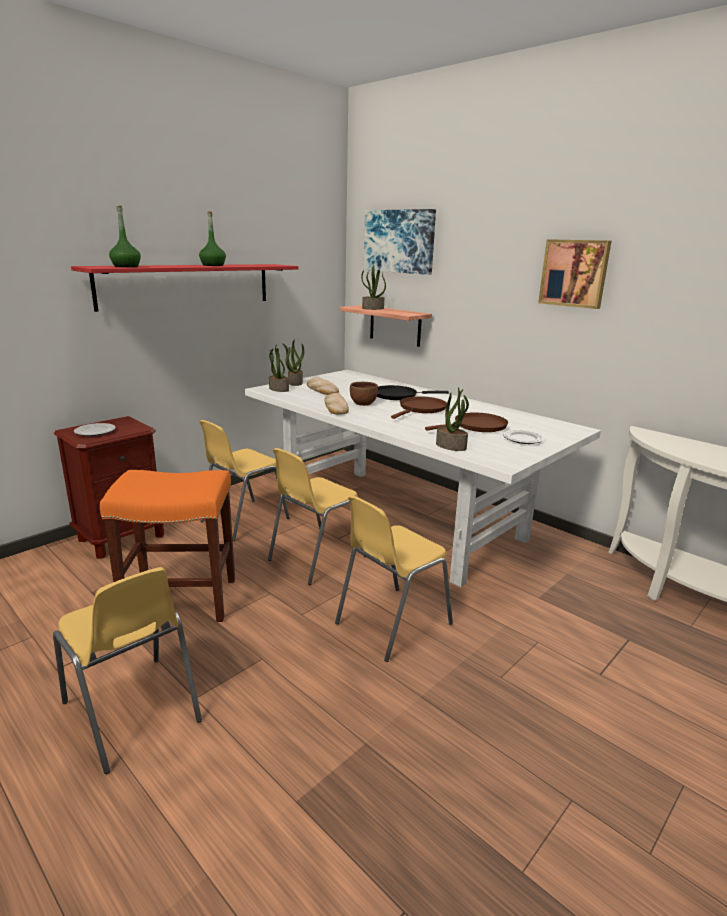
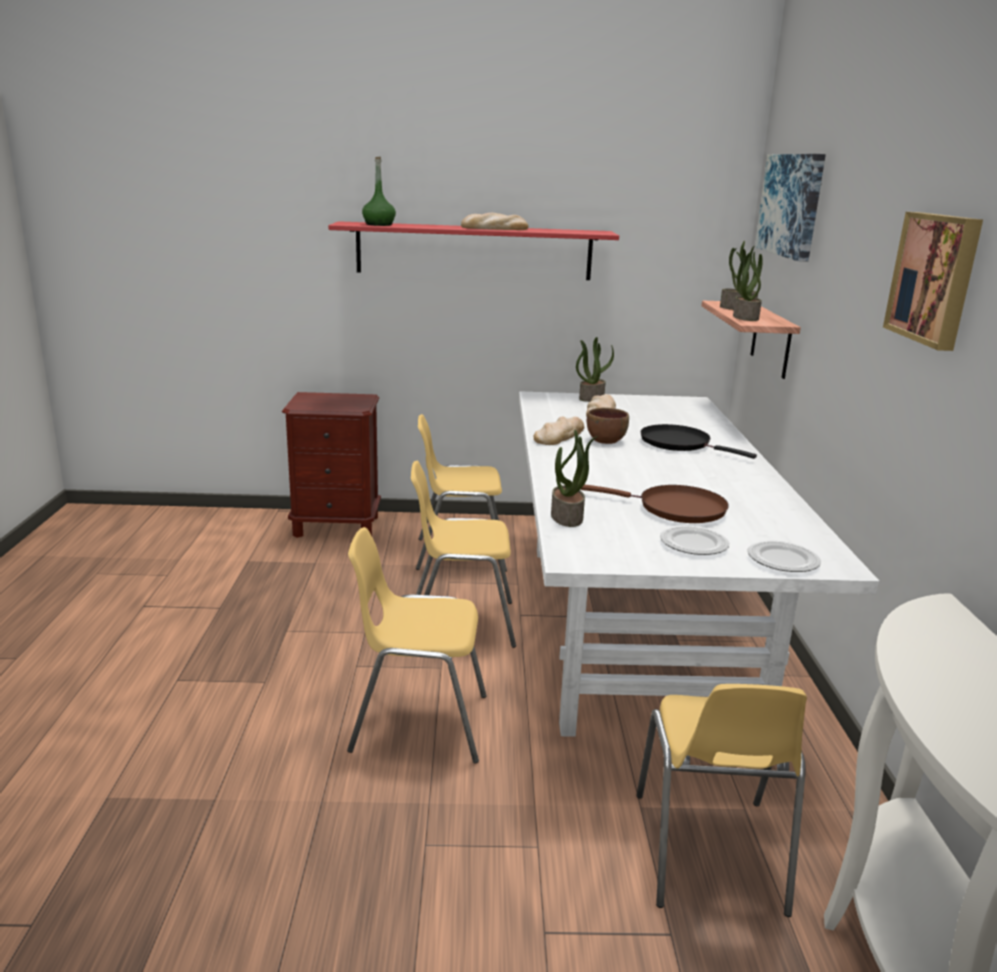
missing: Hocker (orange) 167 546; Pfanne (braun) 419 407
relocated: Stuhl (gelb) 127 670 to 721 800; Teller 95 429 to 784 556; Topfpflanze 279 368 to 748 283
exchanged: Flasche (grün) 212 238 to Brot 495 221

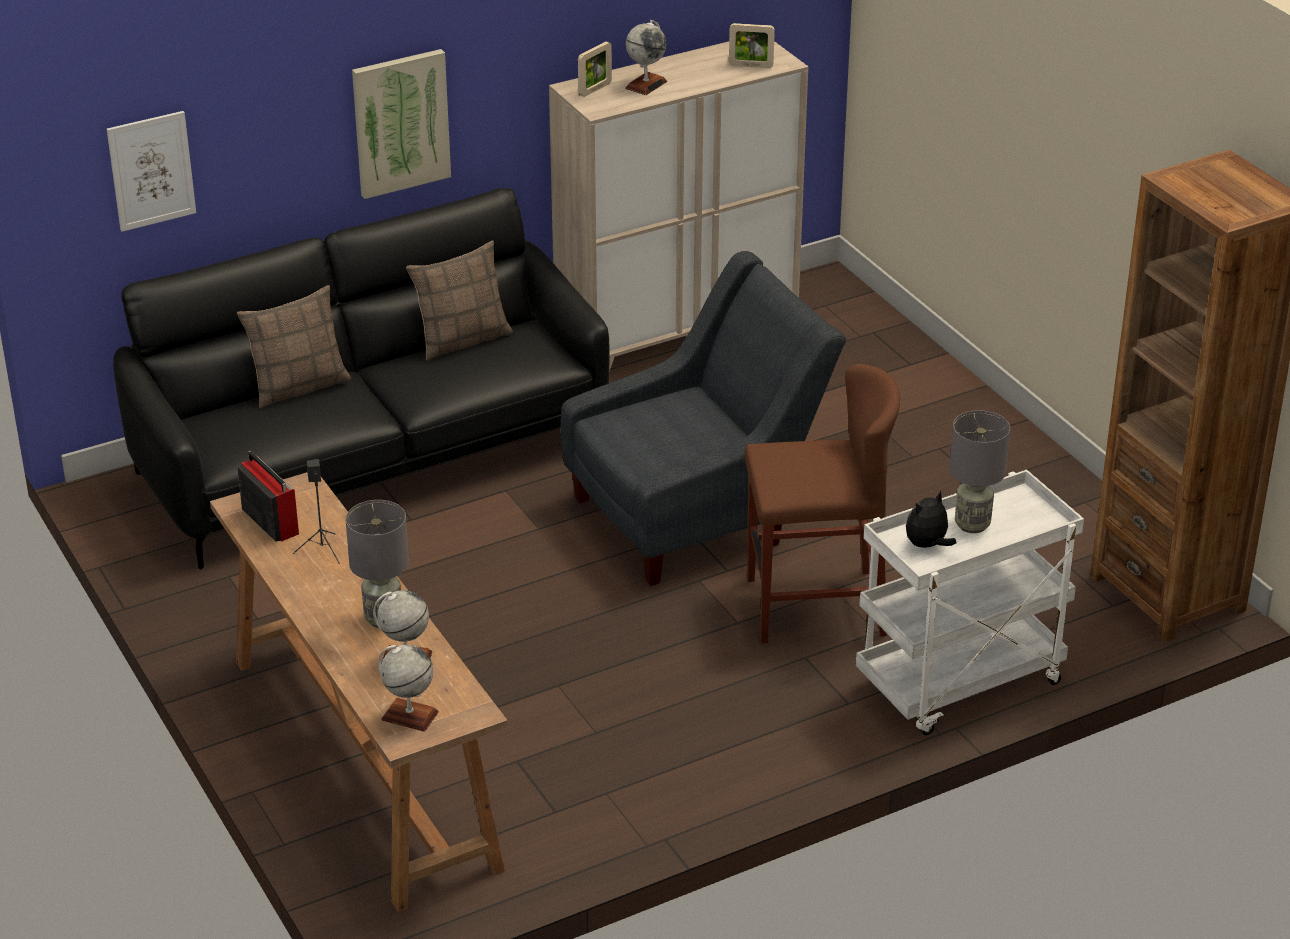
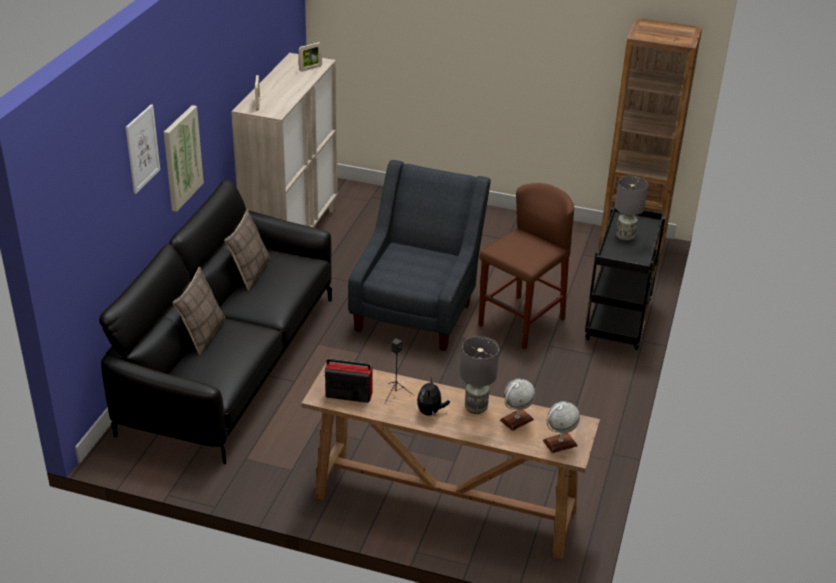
missing: Globus 646 57
relocated: Bild 151 171 to 143 149; Plüschtier 931 519 to 433 397
colour: Rollwagen (weiß) 970 602 to Rollwagen (schwarz) 625 277

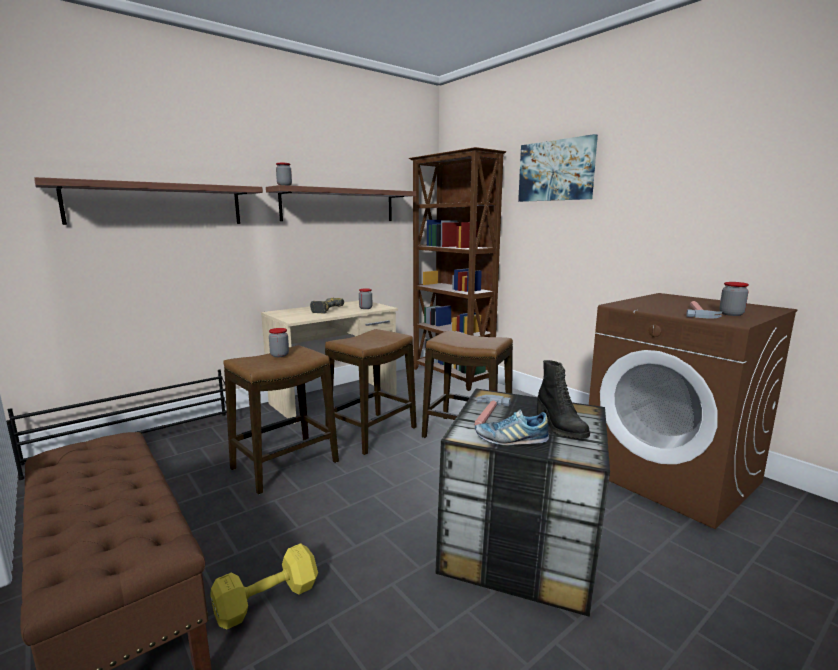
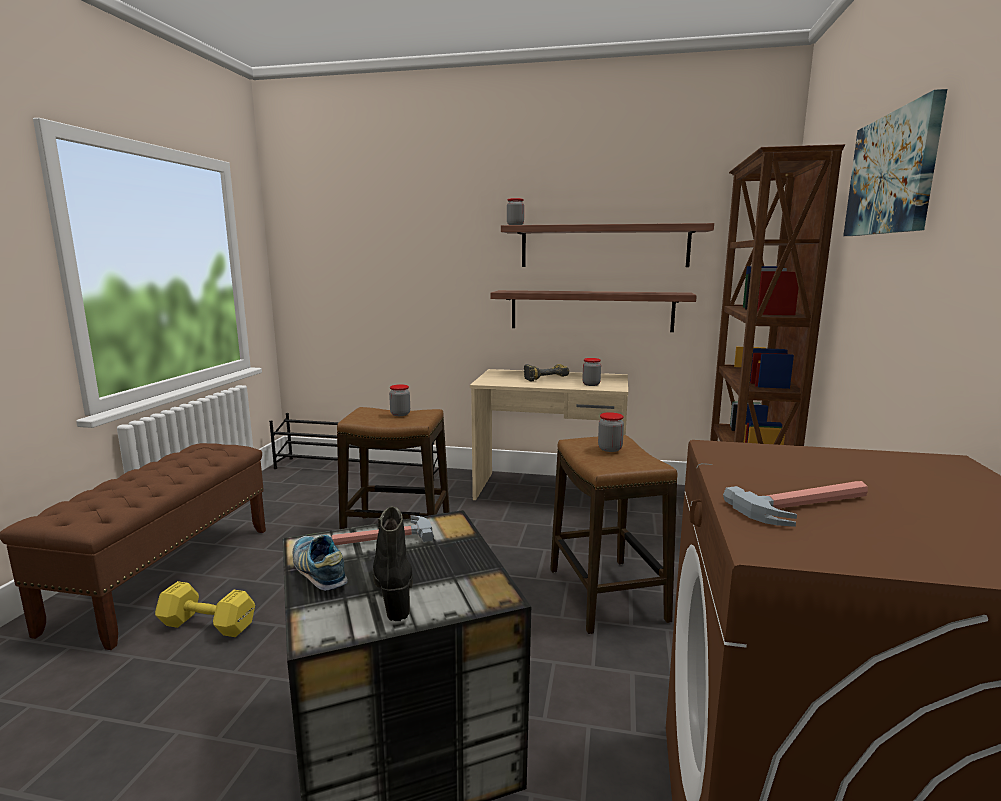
missing: Hocker 371 392
relocated: Wandregal 148 201 to 593 311; Vorratsglas 734 299 to 611 432
spun: Stiefel (schwarz) 563 399 = 393 563 135 degrees clockwise

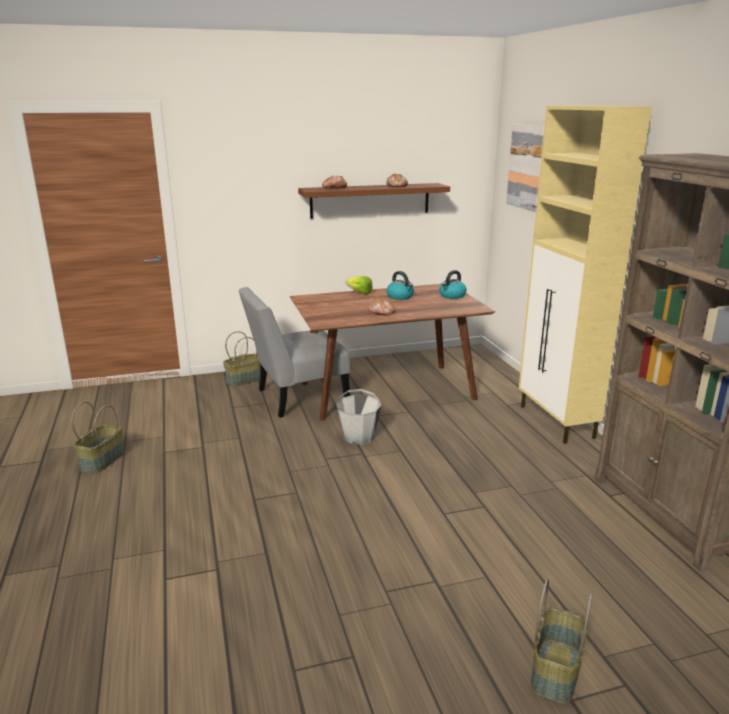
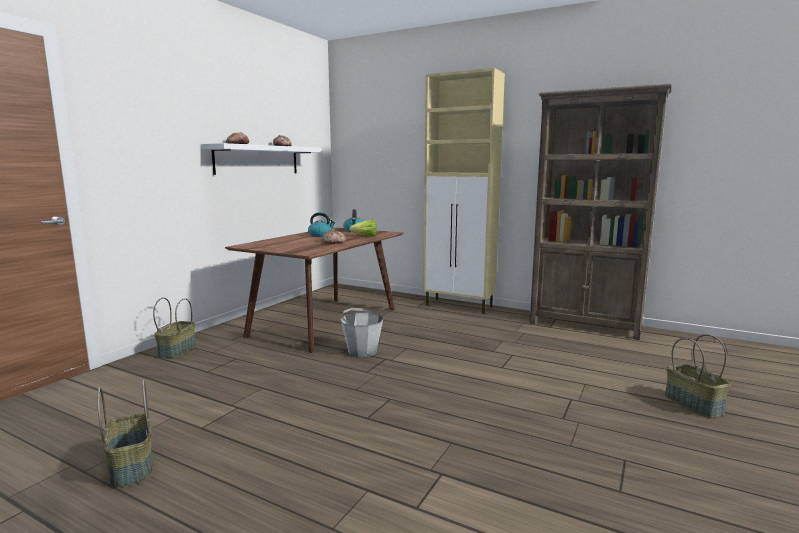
missing: Stuhl (grau) 294 352; Bild 525 168
relocated: Salatkopf 359 285 to 363 228
colour: Wandregal (braun) 374 200 to Wandregal (weiß) 261 159

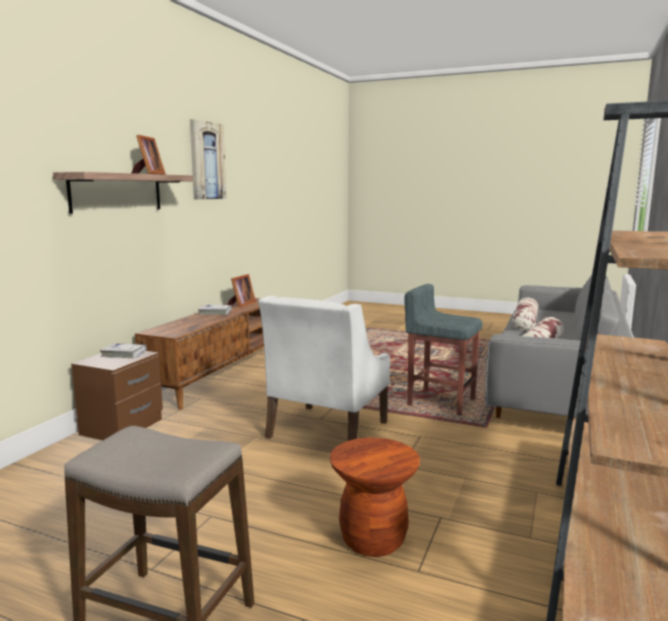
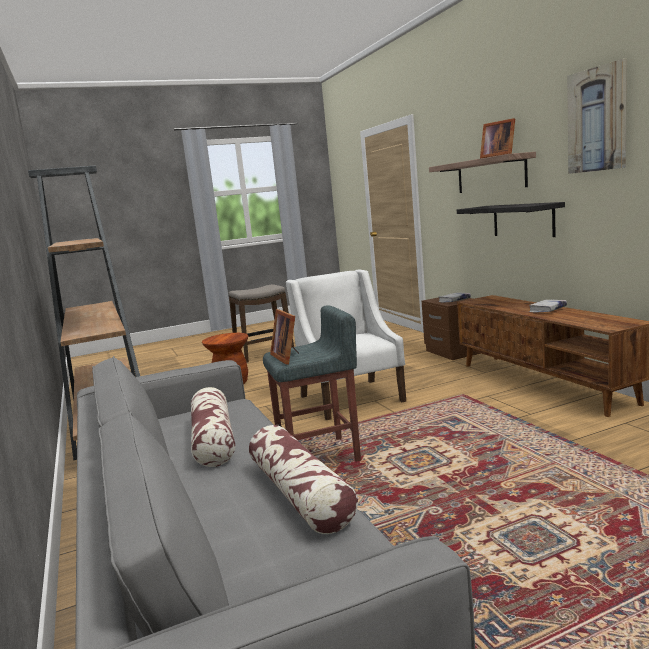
appeared: Wandregal (schwarz) 511 219
relocated: Bilderrahmen 242 290 to 284 336

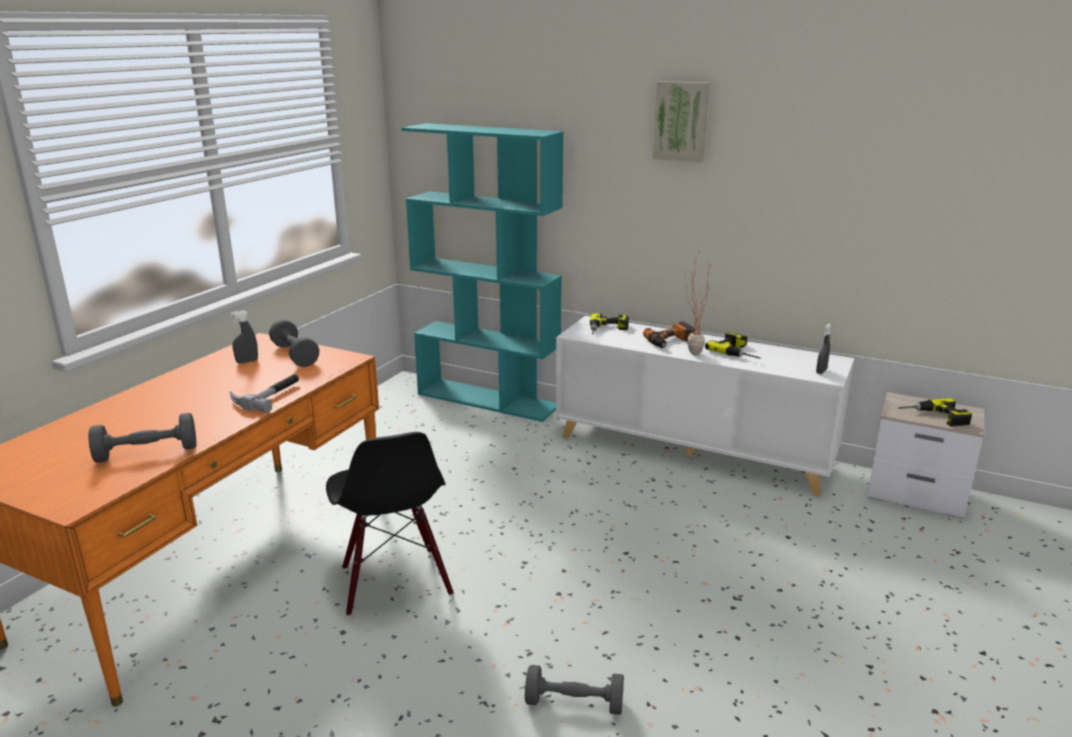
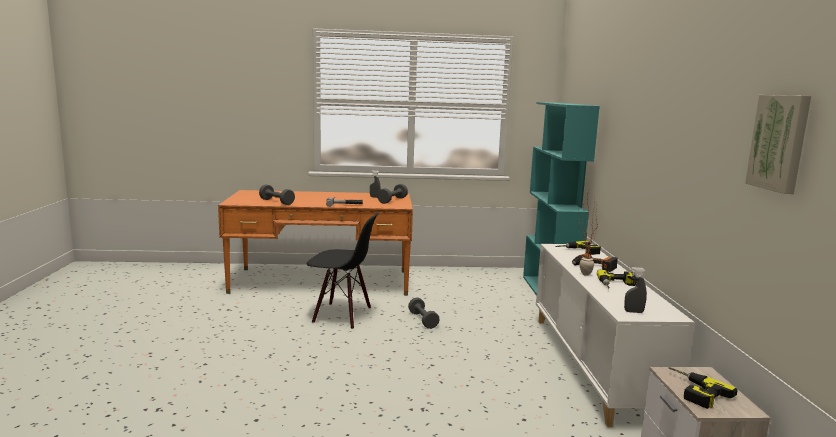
relocated: Hantel (grau) 574 690 to 424 313; Bild 681 122 to 778 144
spun: Stuhl (schwarz) 390 524 = 343 270 120 degrees counterclockwise

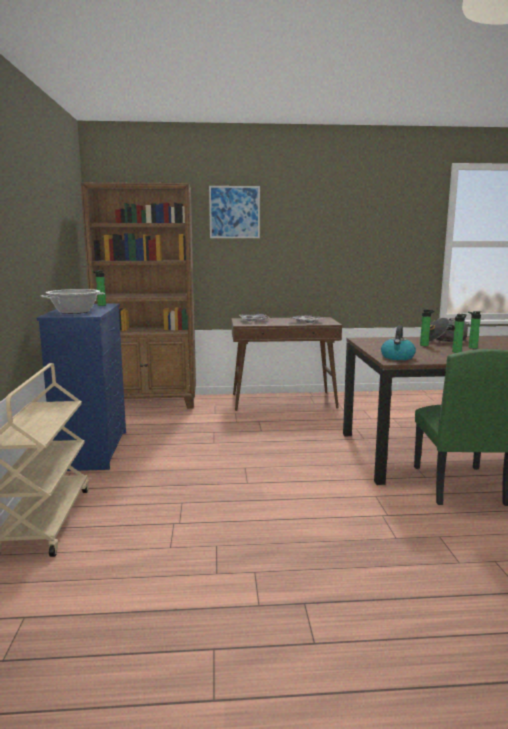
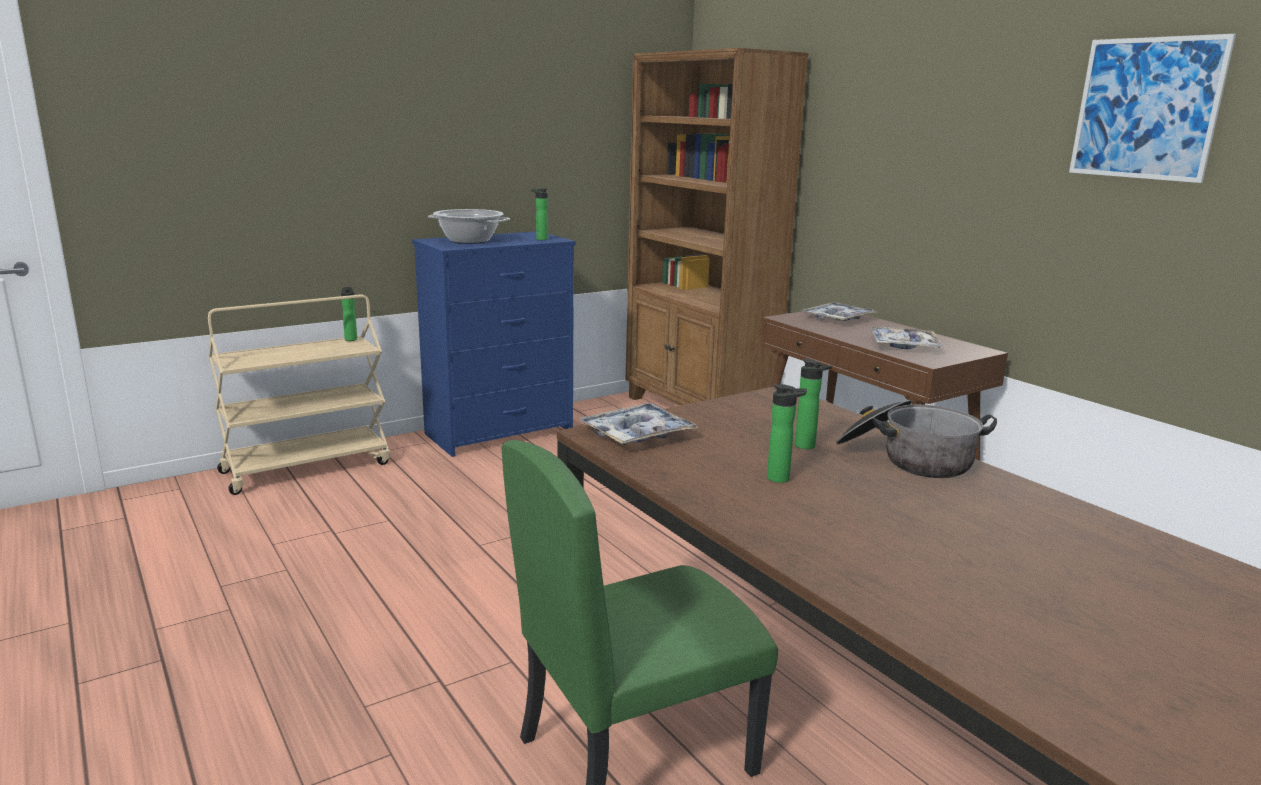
relocated: Bild 234 212 to 1152 108; Flasche 474 330 to 349 314
exchanged: Wasserkessel 398 343 to Tablett 639 424

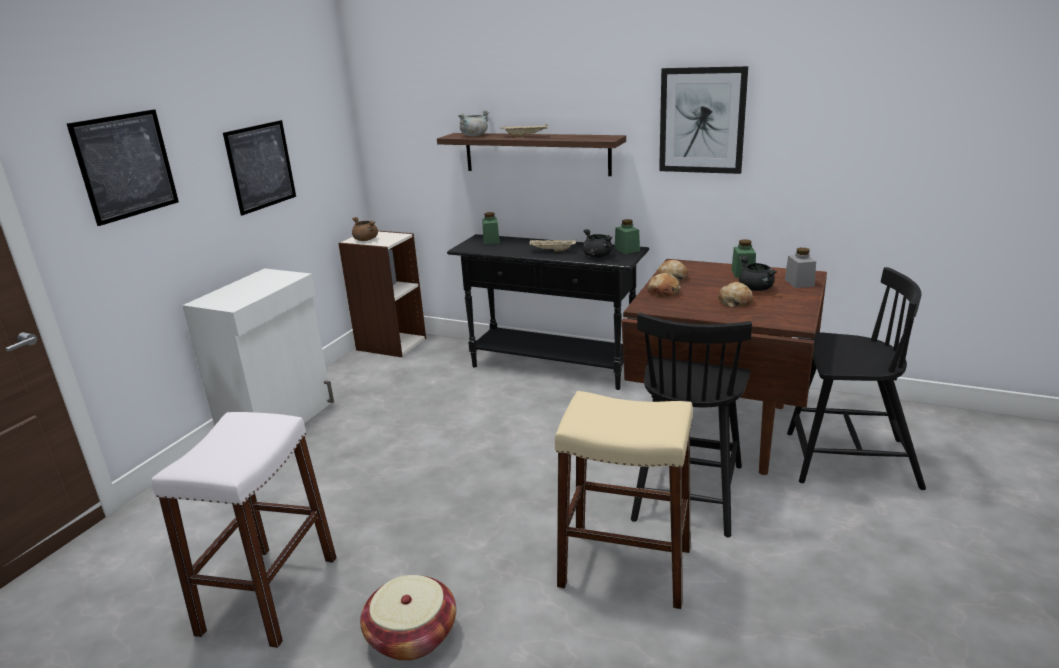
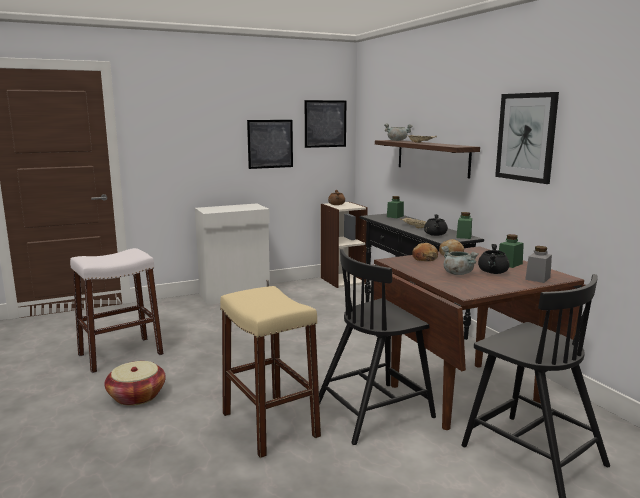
relocated: Bild 123 167 to 325 124
exchanged: Brot 735 294 to Kochtopf (grau) 460 260

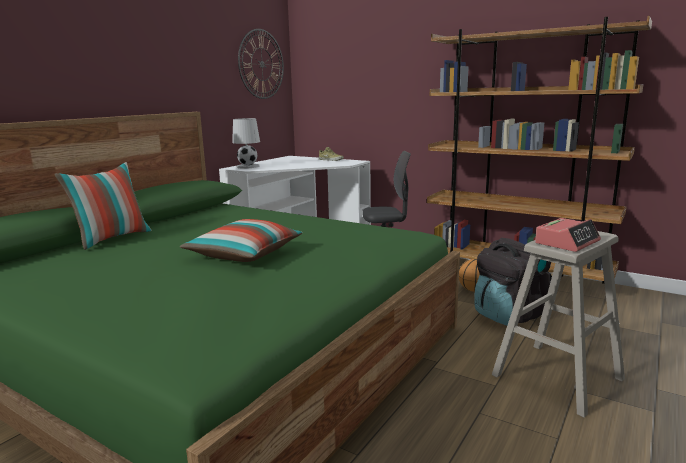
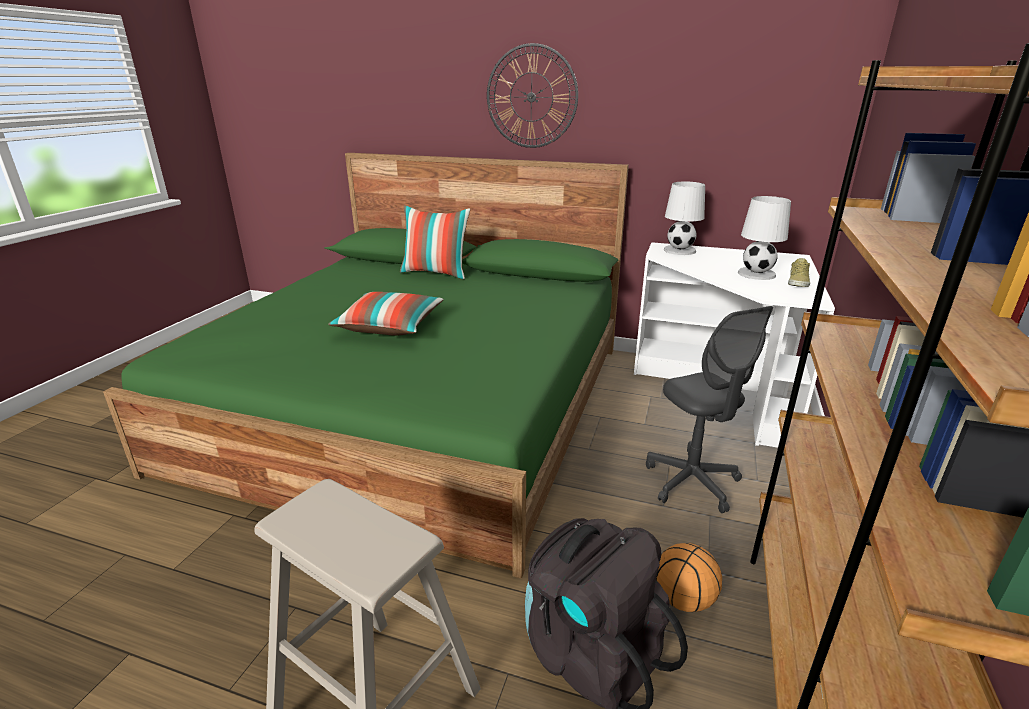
missing: Wecker 568 235
appeared: Tischlampe (weiß) 764 238
relocated: Wanduhr 261 64 to 532 95

